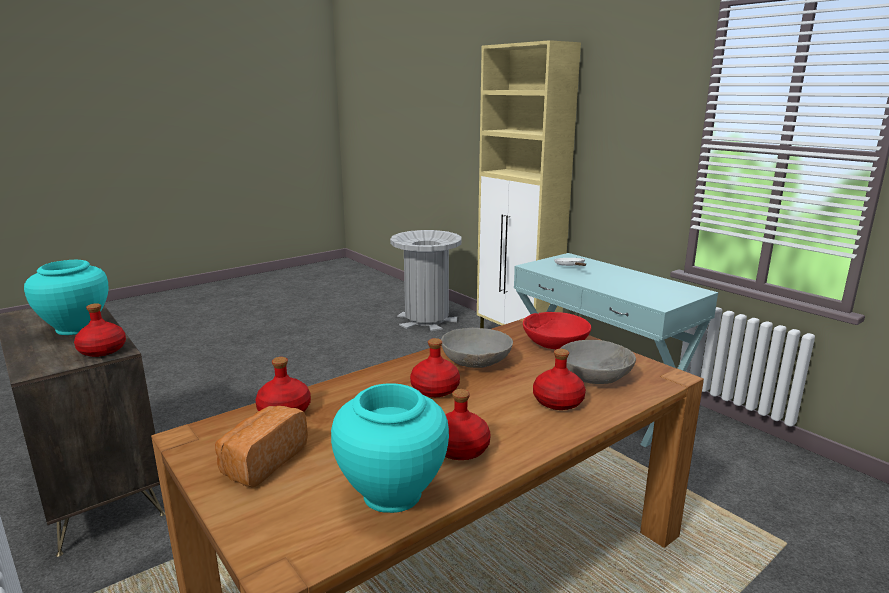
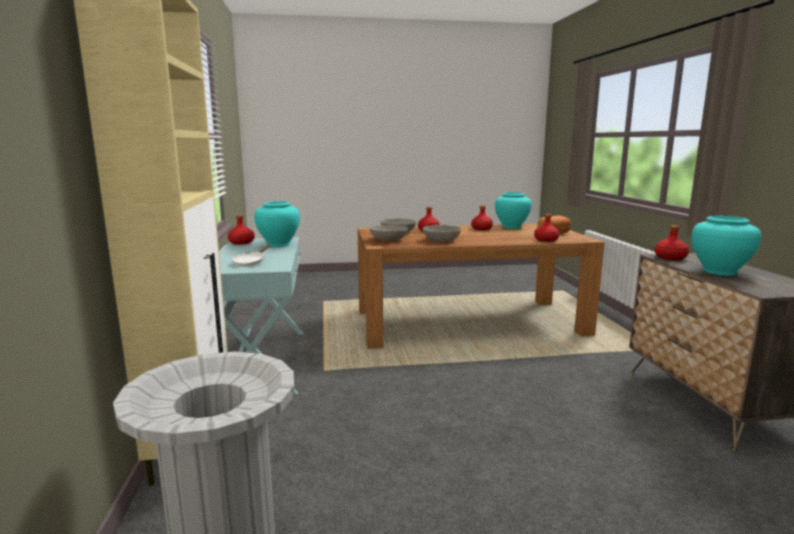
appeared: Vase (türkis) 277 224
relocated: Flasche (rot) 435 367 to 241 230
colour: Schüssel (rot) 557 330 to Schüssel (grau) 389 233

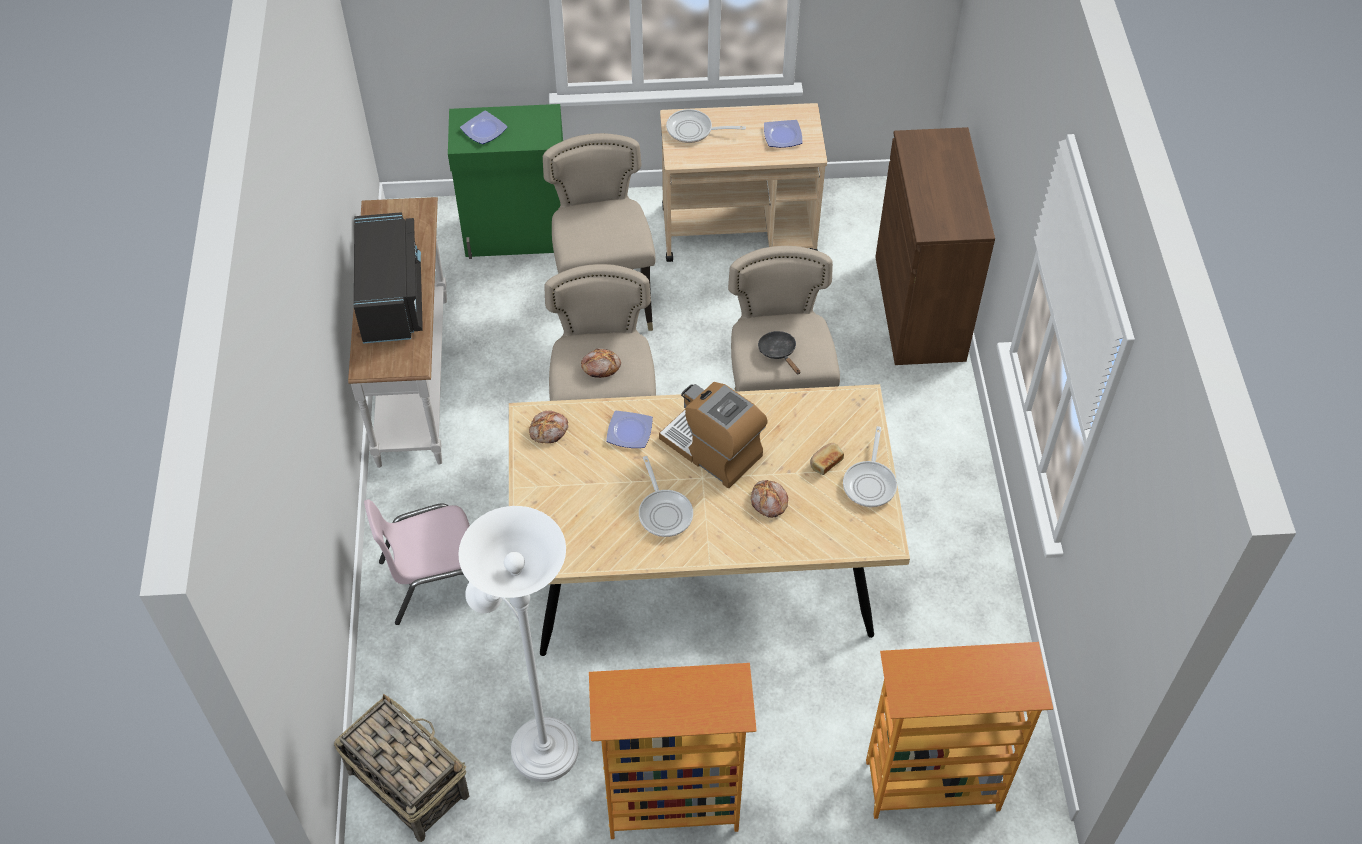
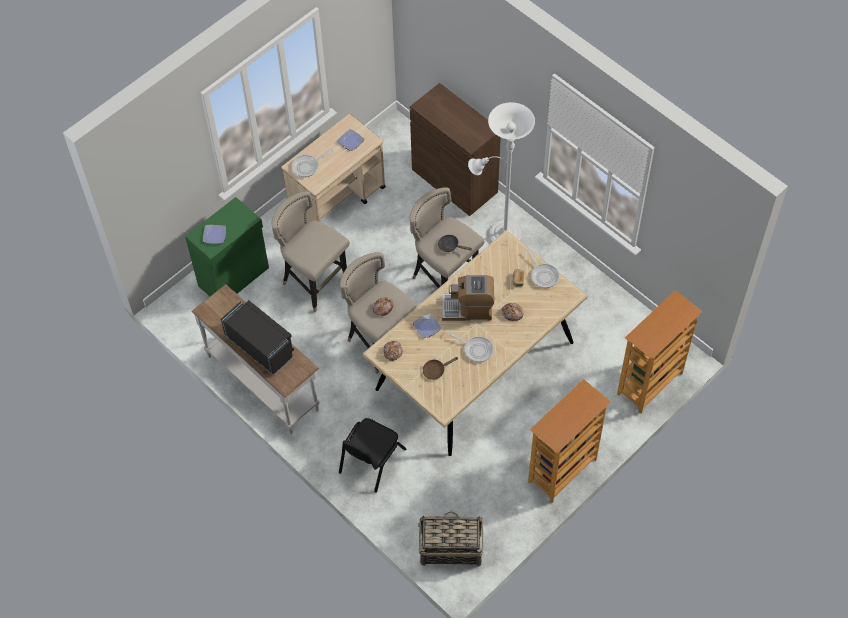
appeared: Pfanne (braun) 440 368
relocated: Stehlampe (weiß) 518 644 to 501 172
colour: Stuhl (rosa) 417 562 to Stuhl (schwarz) 372 455

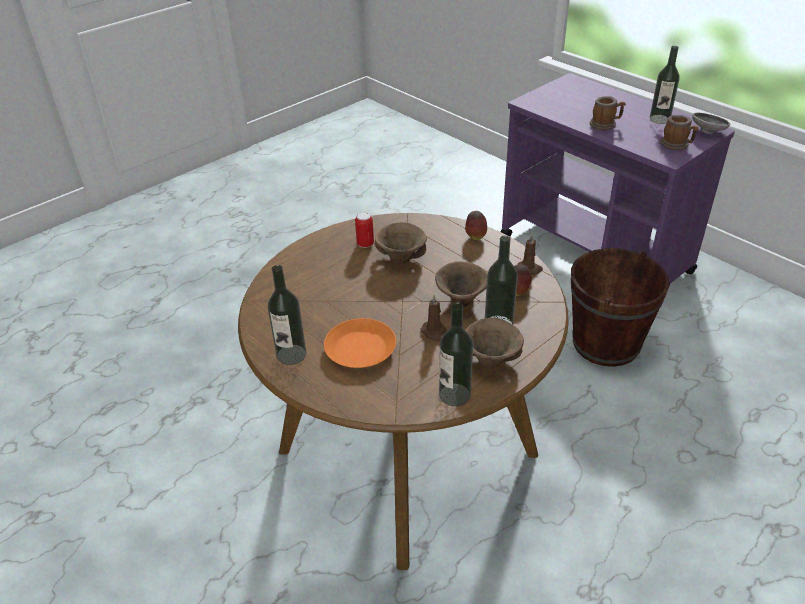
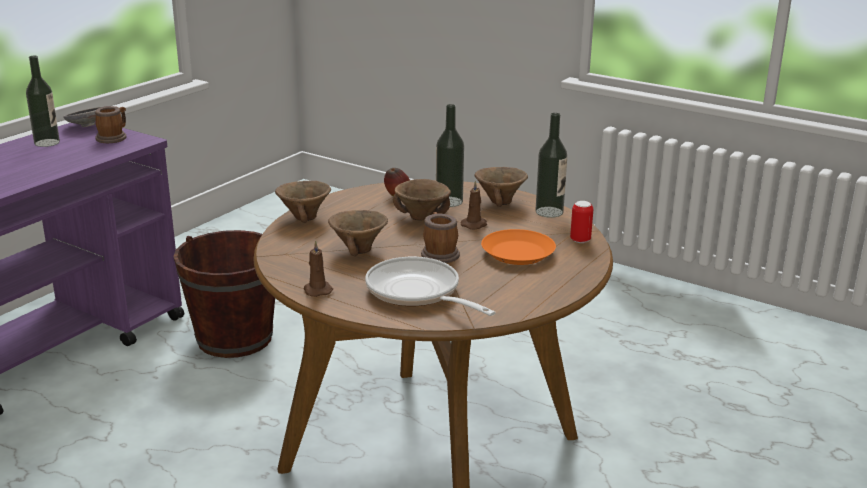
missing: Flasche 286 315
appeared: Pfanne 430 286
relocated: Dose 364 230 to 581 222; Kerze (braun) 530 254 to 318 268; Henkelbecher 608 113 to 440 237
exchanged: Apfel 476 225 to Schüssel (braun) 303 202

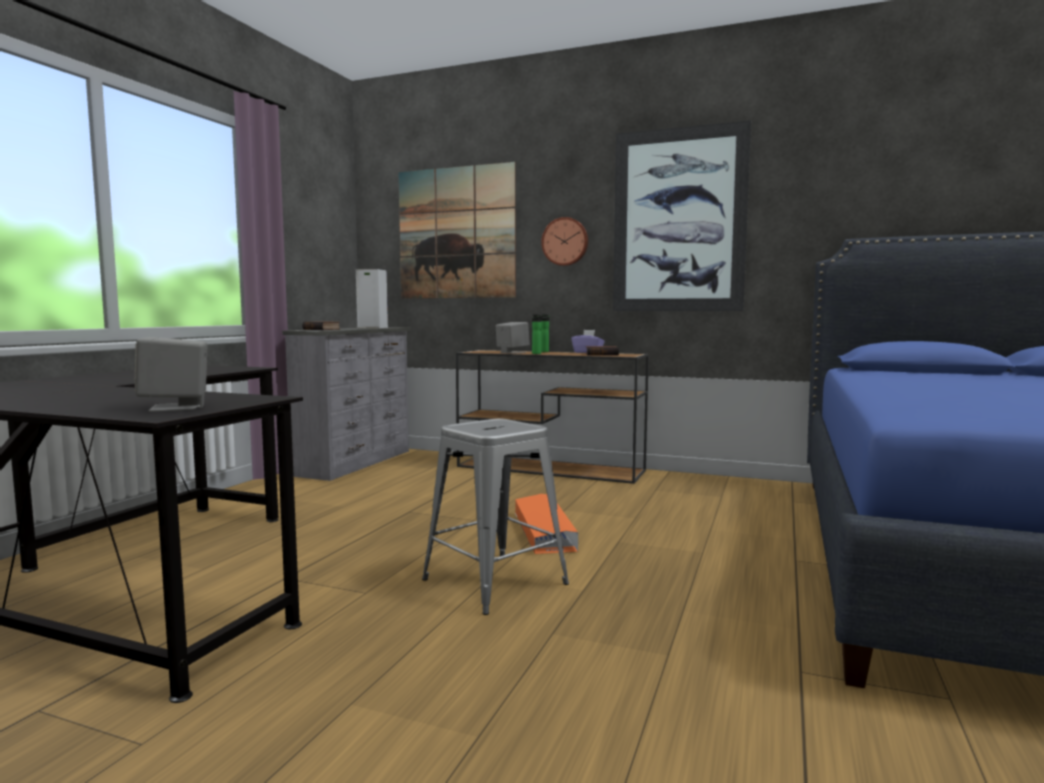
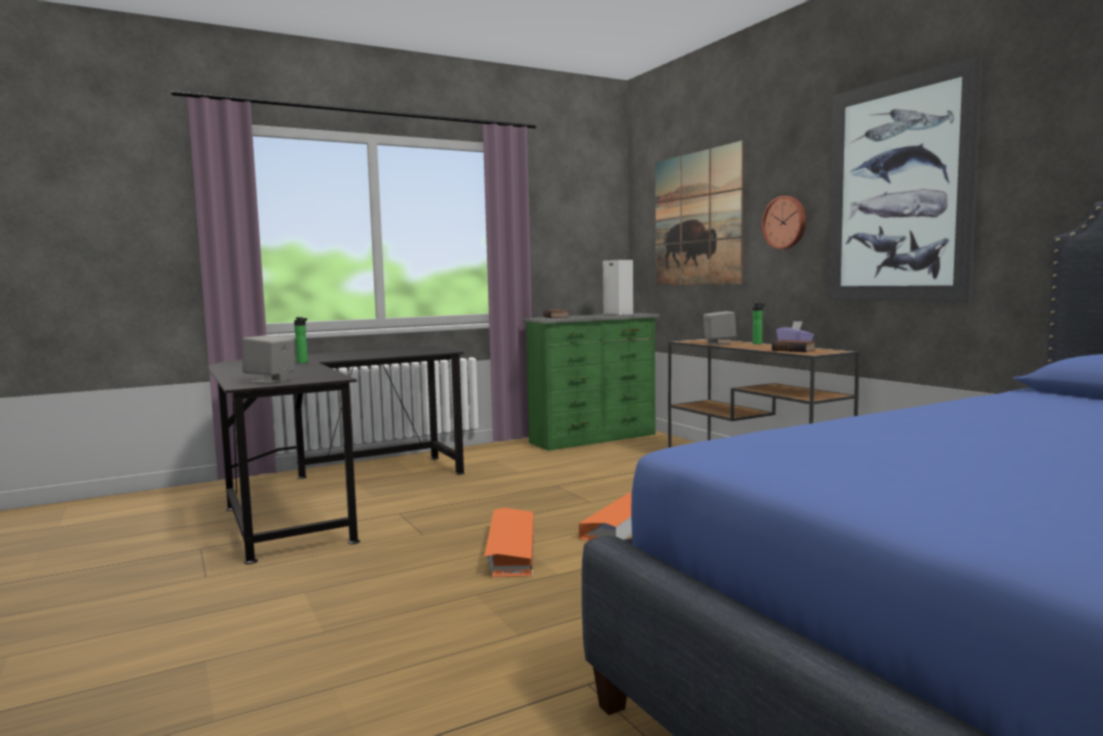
relocated: Flasche 538 334 to 301 340
exchanged: Hocker (grau) 495 516 to Aufbewahrungsbox (orange) 509 542
colour: Kommode (grau) 346 404 to Kommode (grün) 591 382

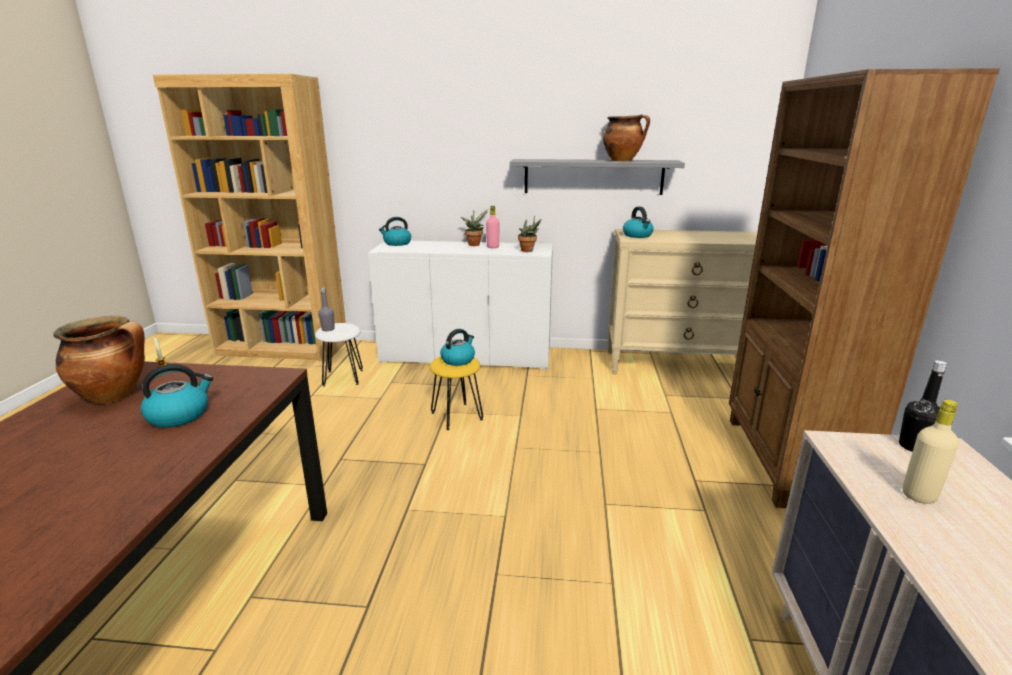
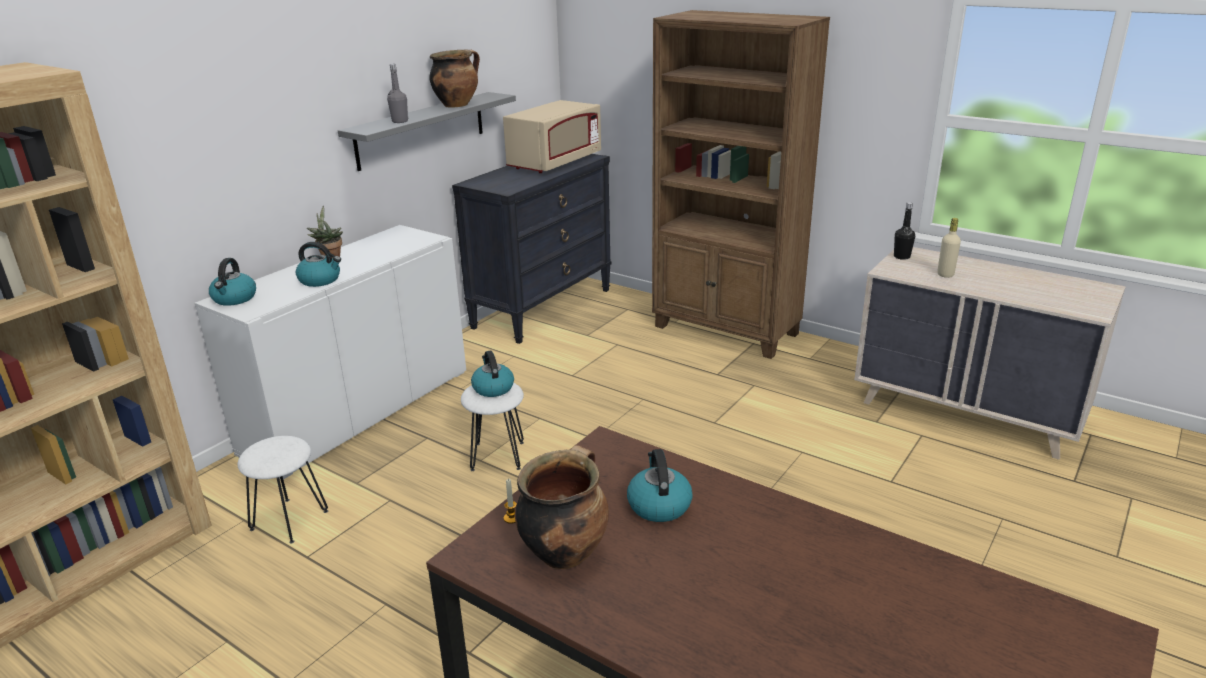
missing: Flasche (rosa) 492 227; Topfpflanze 529 234
appeared: Mikrowelle (beige) 552 136
relocated: Flasche (grau) 326 309 to 397 93; Wasserkessel 638 222 to 318 264
colour: Hocker (gelb) 456 393 to Hocker (weiß) 492 427; Kommode (beige) 682 301 to Kommode (schwarz) 531 249

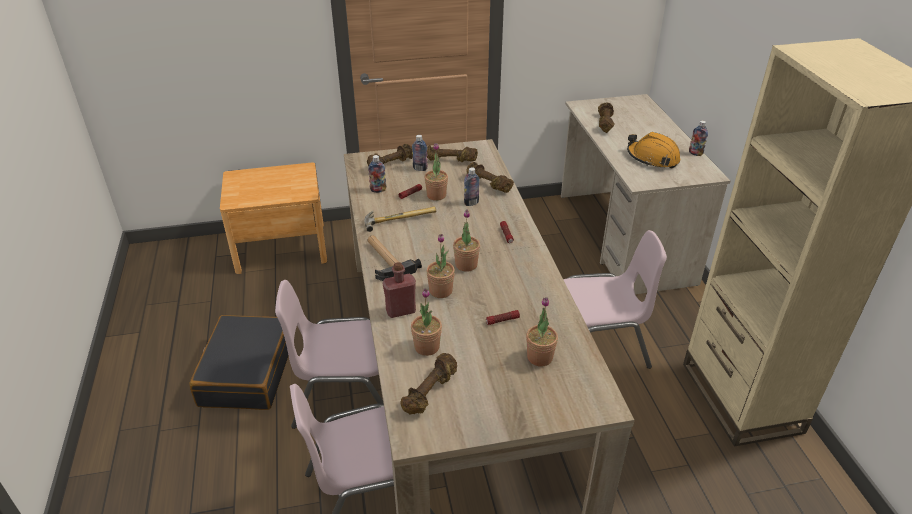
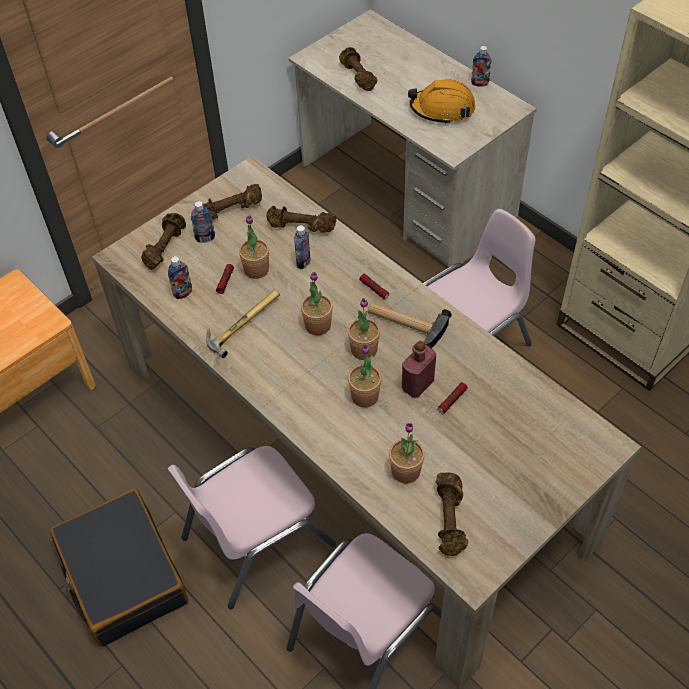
relocated: Hammer 394 258 to 410 325; Flasche (rot) 399 290 to 419 369; Topfpflanze 542 331 to 317 303

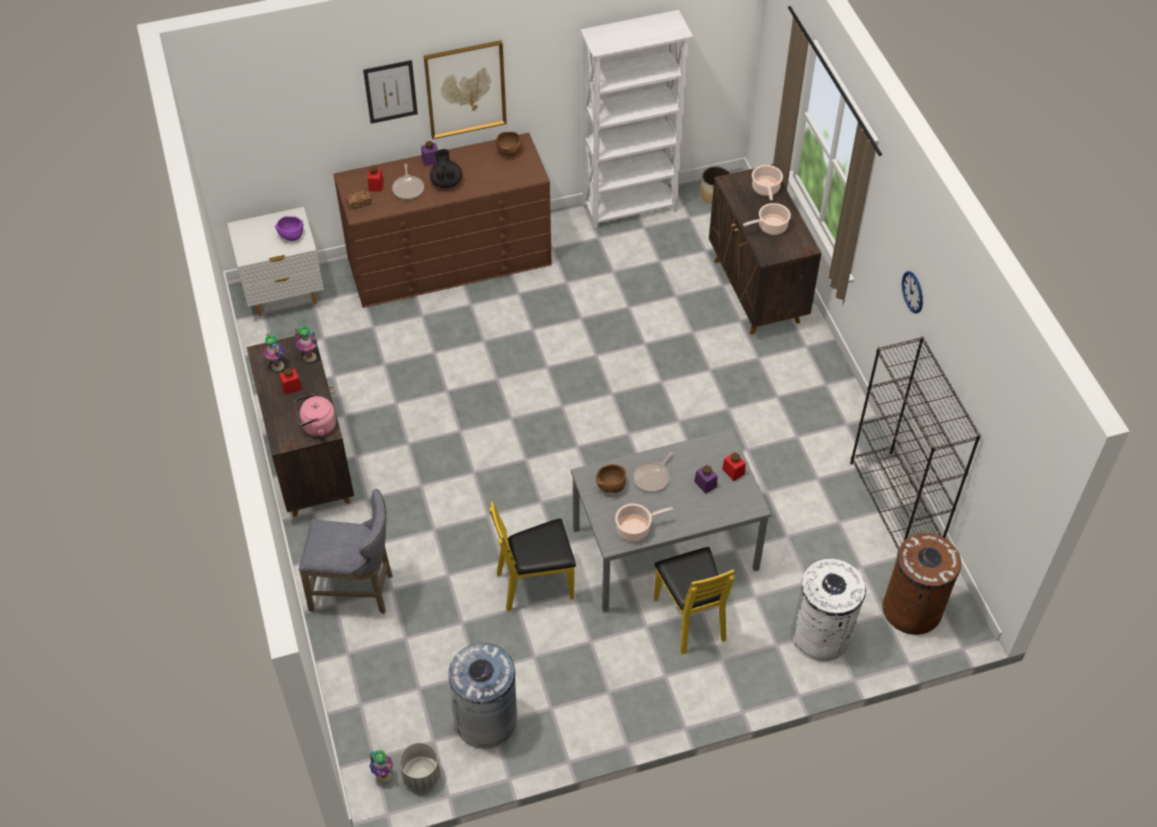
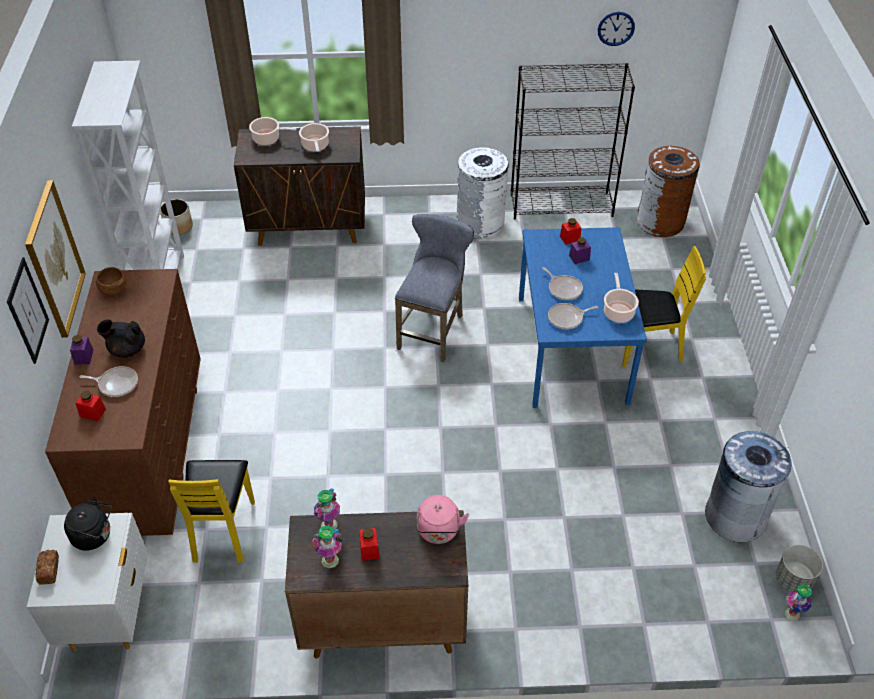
relocated: Hocker (grau) 346 551 to 434 288; Brot 358 200 to 47 567; Stuhl (gelb) 532 557 to 211 511; Mülleimer (weiß) 828 610 to 482 193; Wanduhr 912 292 to 616 29
exchanged: Schüssel (lila) 289 228 to Wasserkessel (schwarz) 88 524; Schüssel (braun) 611 478 to Pfanne 573 316
colour: Esstisch (grau) 671 520 to Esstisch (blau) 583 317

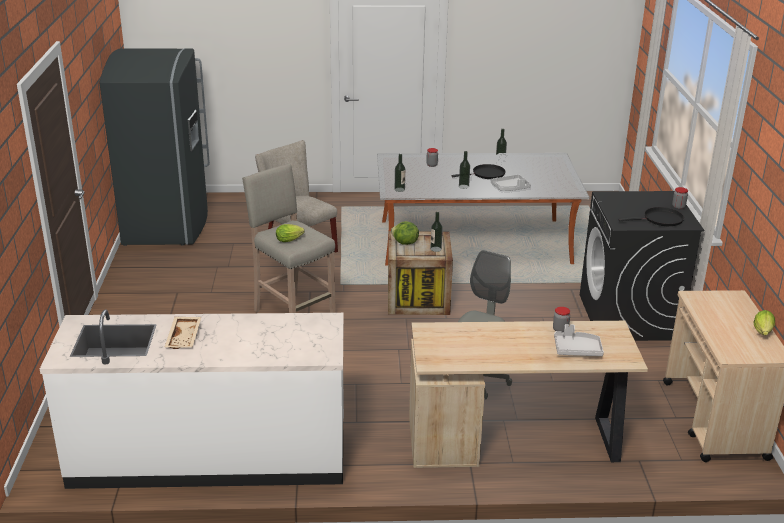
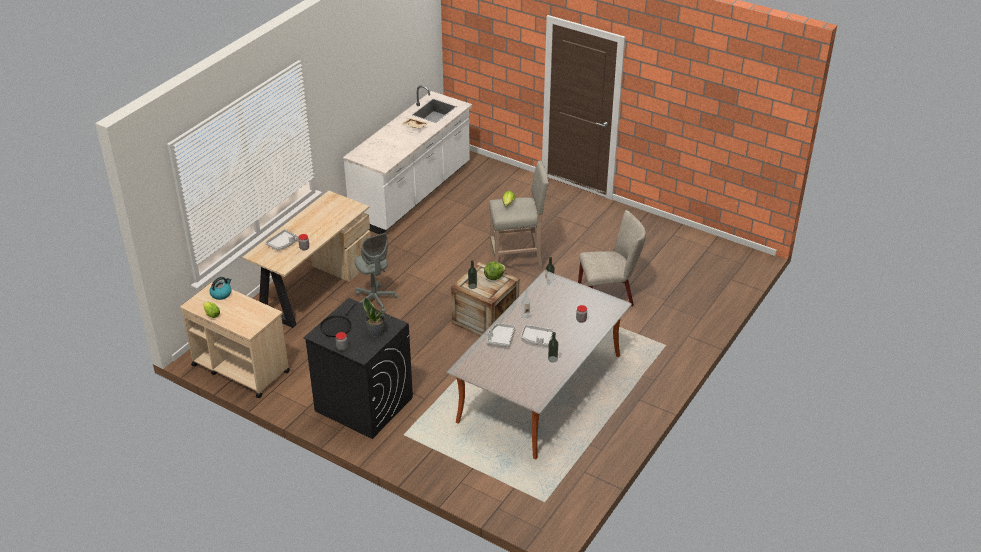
missing: Kühlschrank (grau) 154 147
appeared: Wasserkessel 220 288; Topfpflanze 374 317
exchanged: Pfanne (schwarz) 479 171 to Tablett (grau) 537 336

